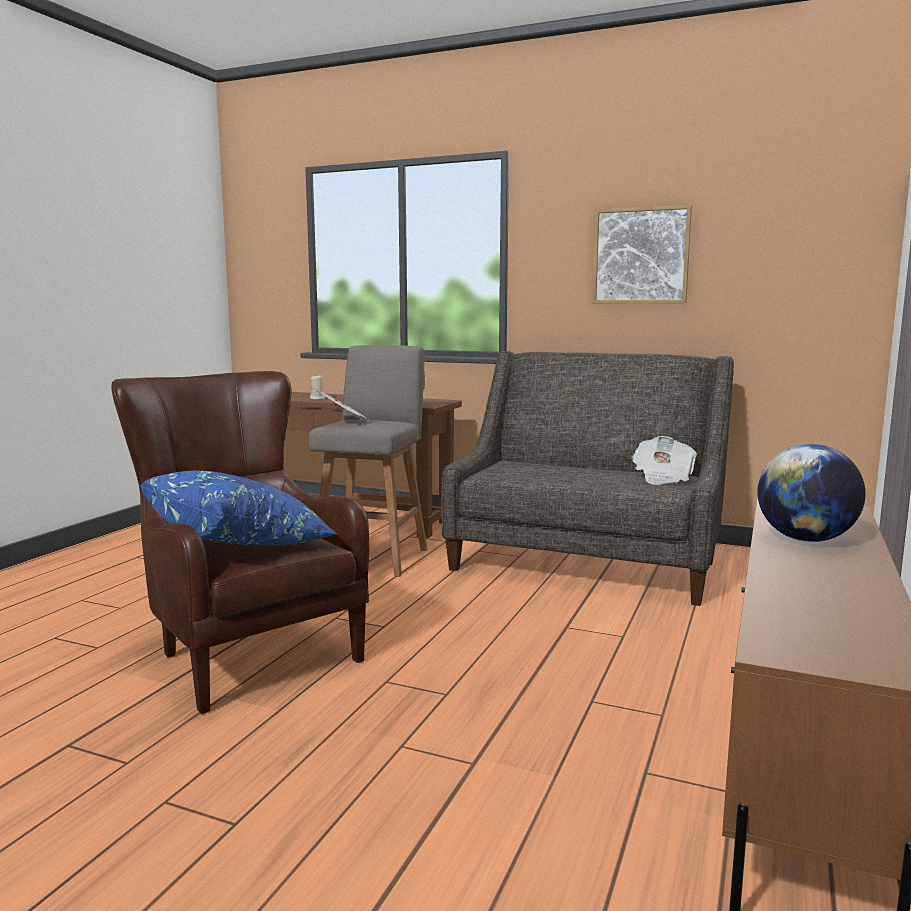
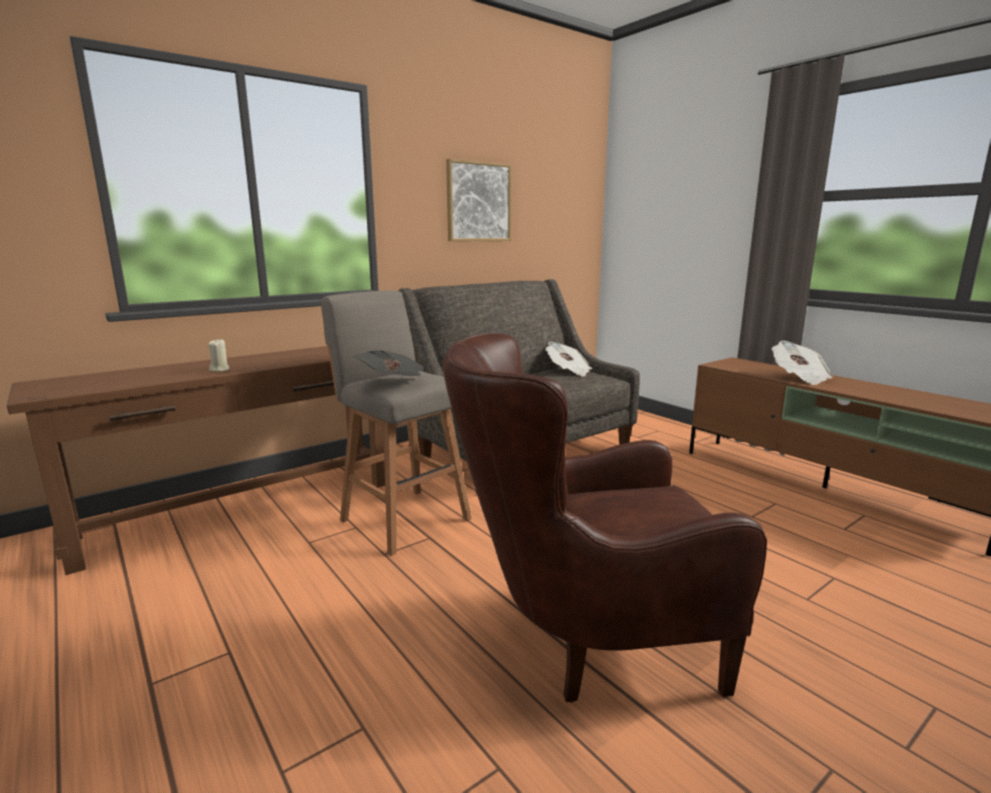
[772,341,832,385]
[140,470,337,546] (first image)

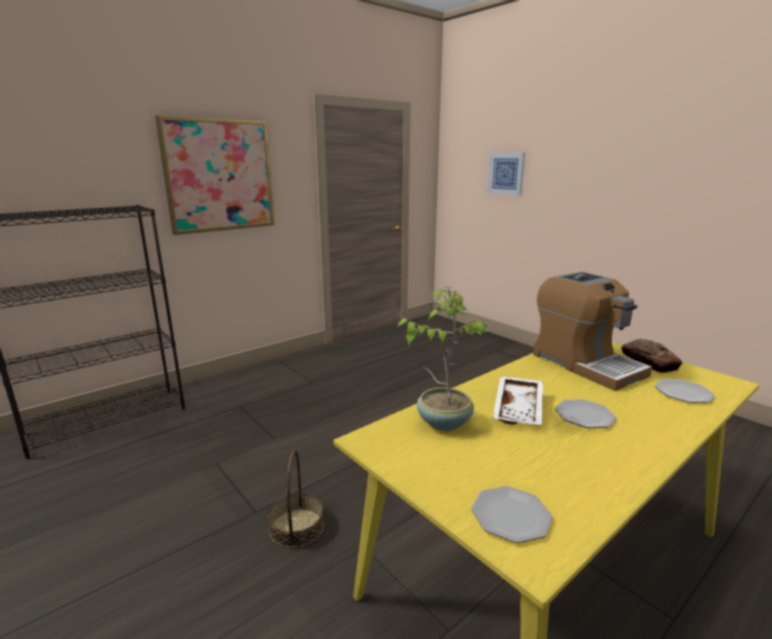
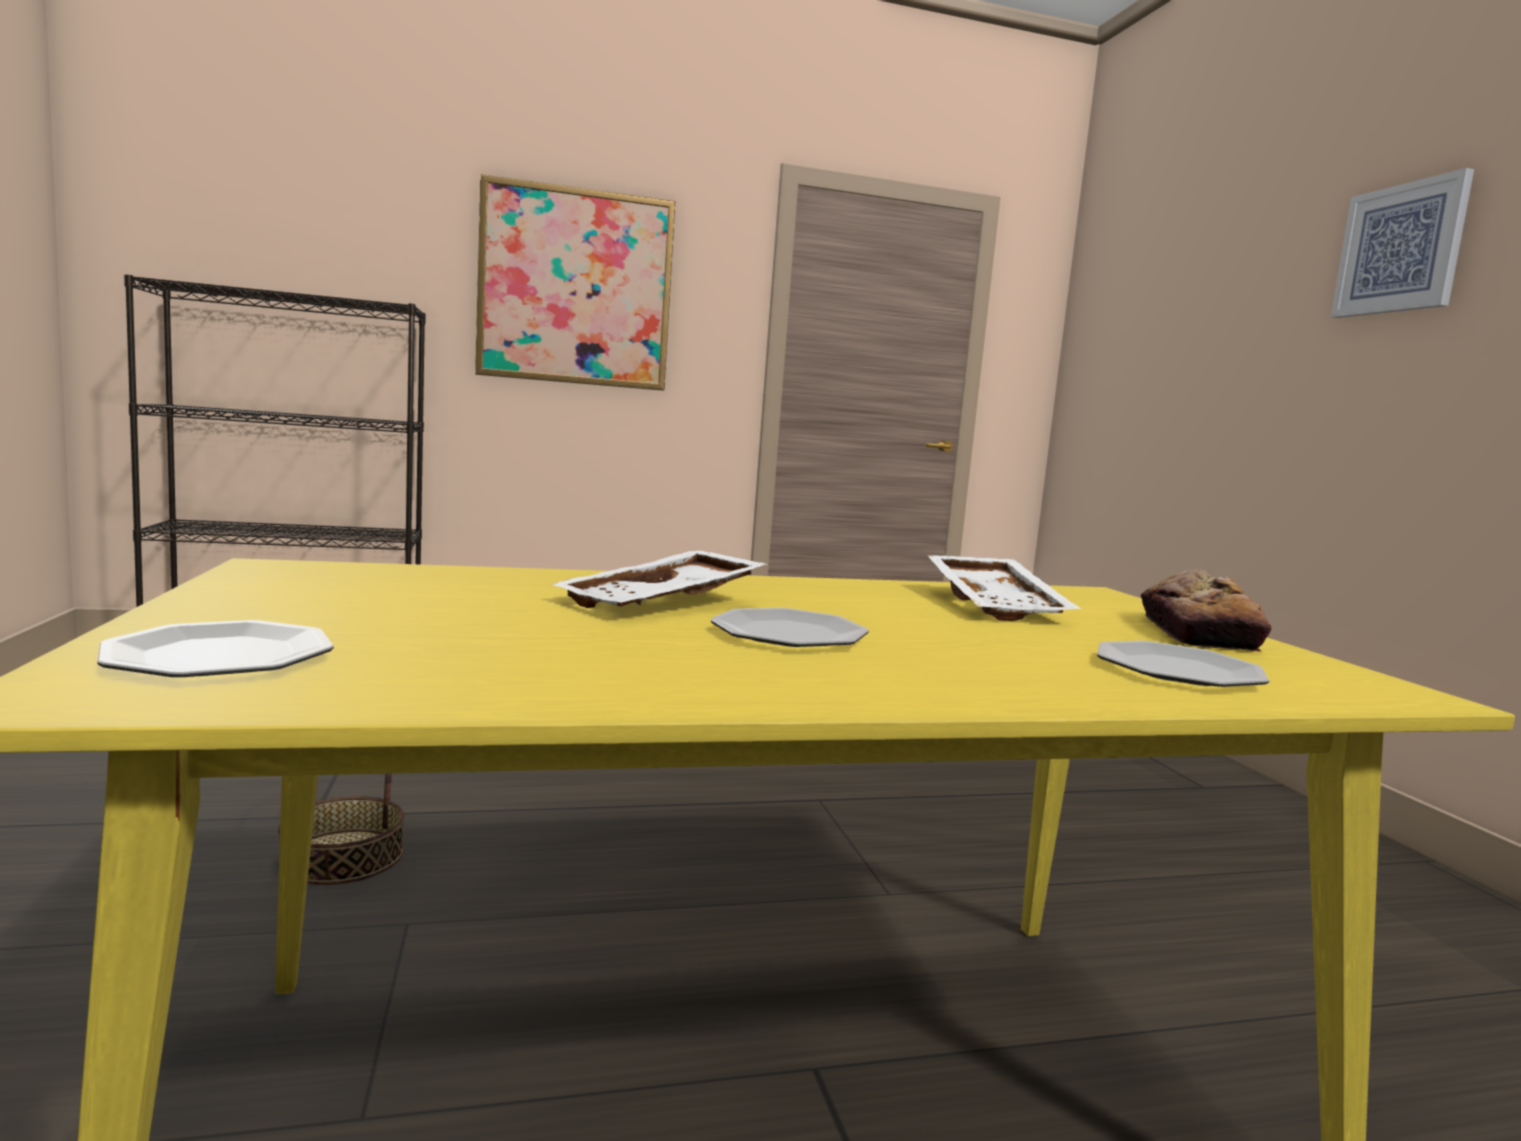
[1331,168,1474,318]
[927,555,1081,621]
[397,287,488,431] (first image)

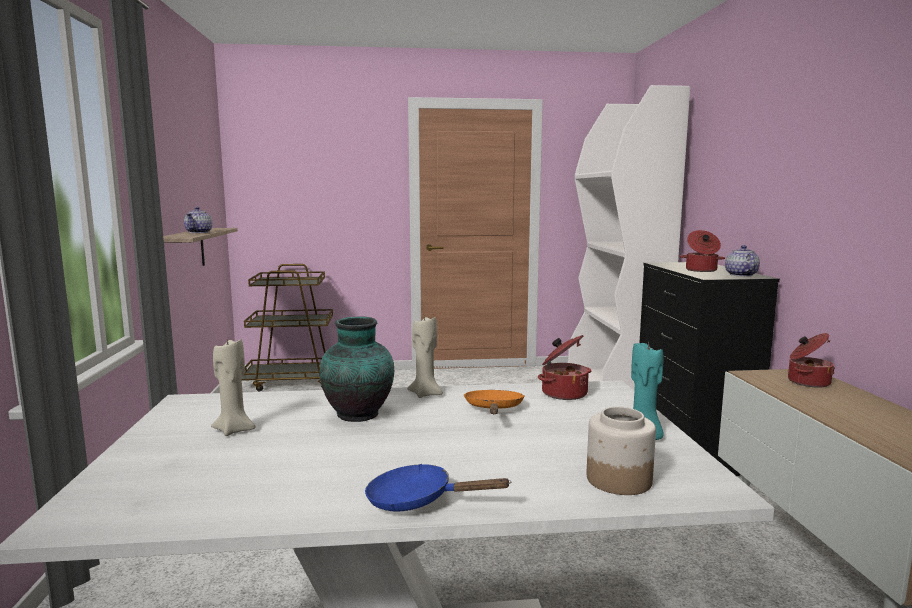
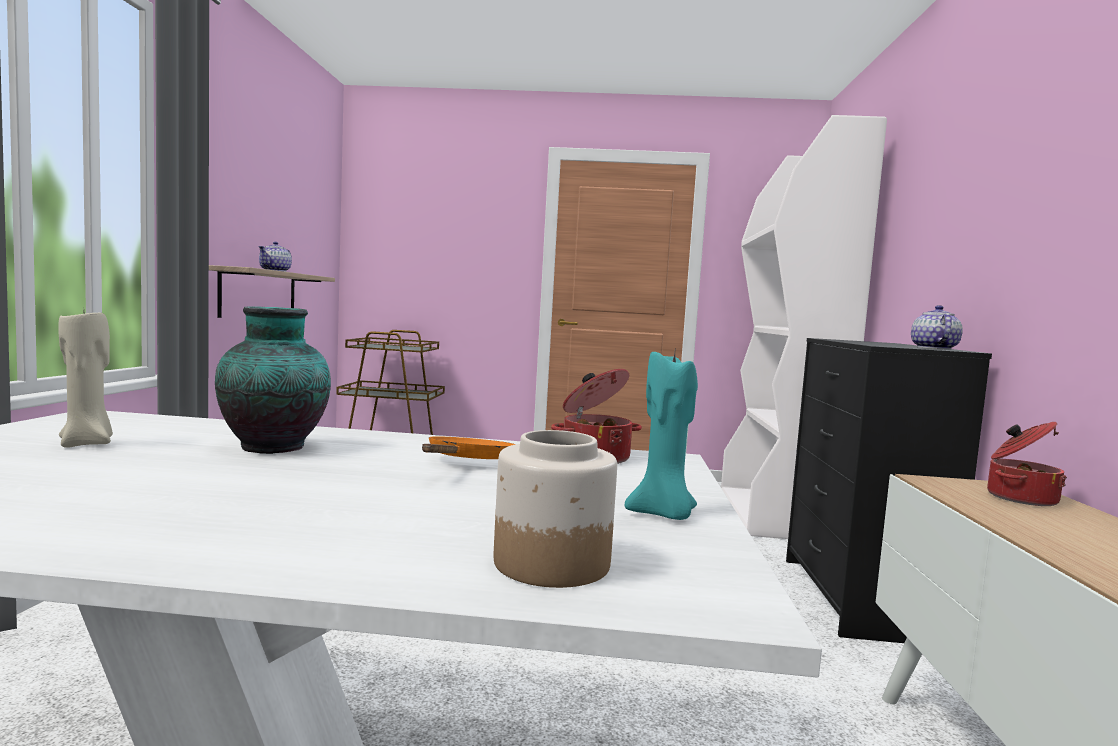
[680,230,725,272] (first image)
[407,316,443,398] (first image)
[365,464,511,512] (first image)

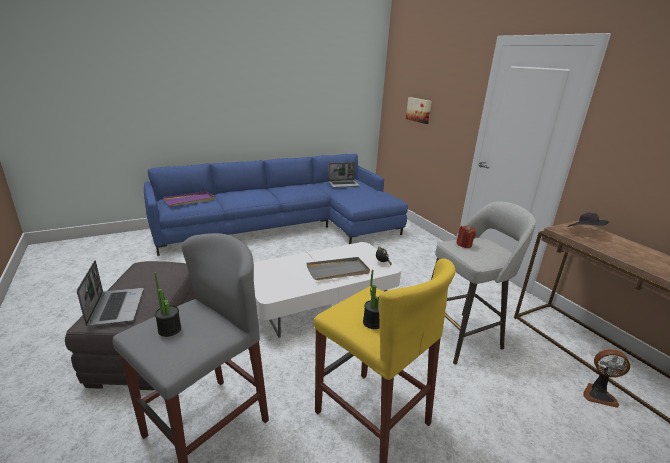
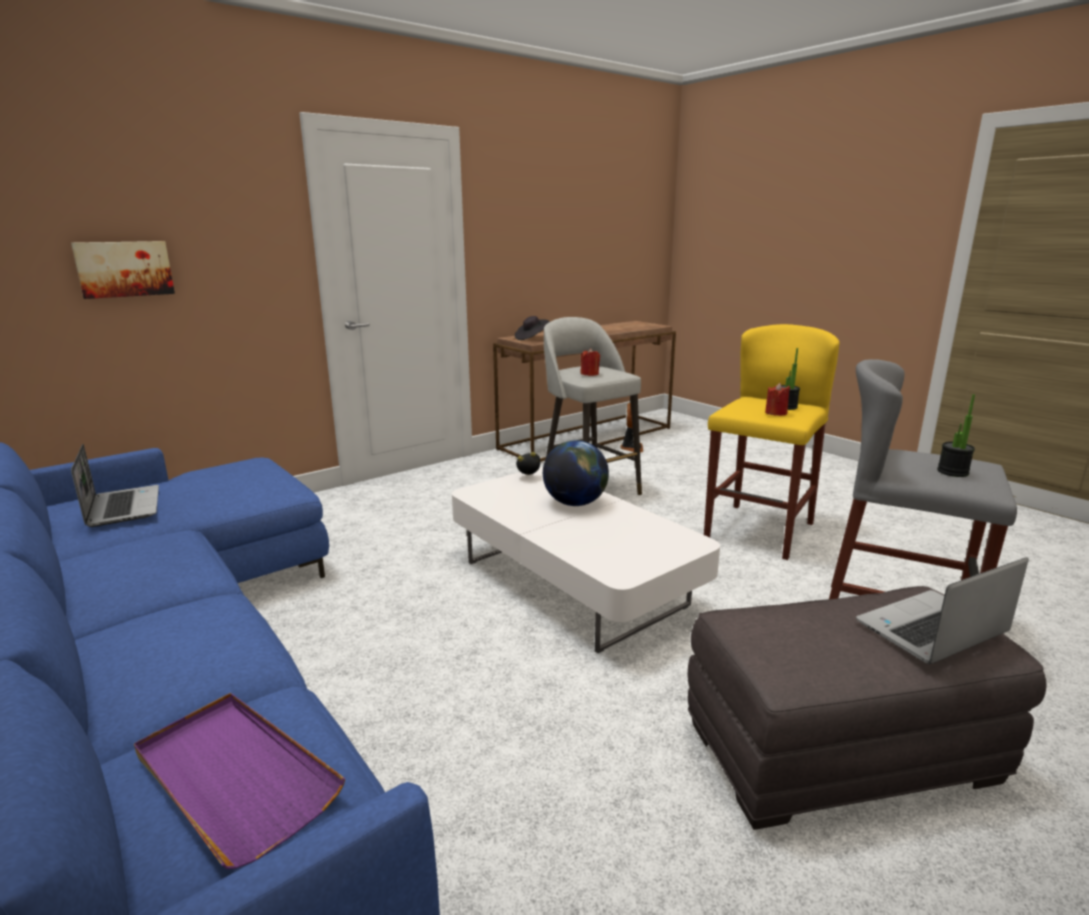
[543,440,609,506]
[765,383,790,416]

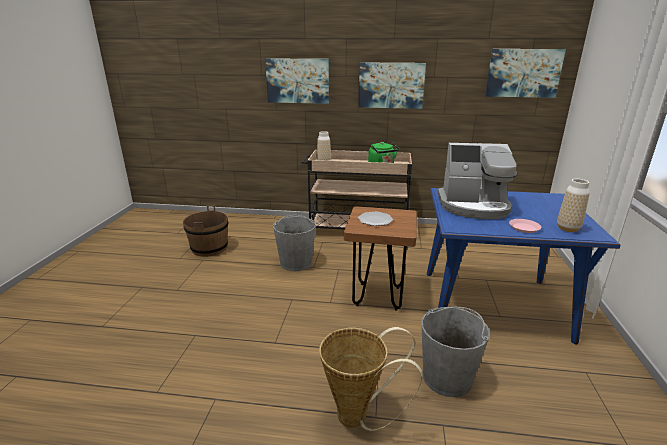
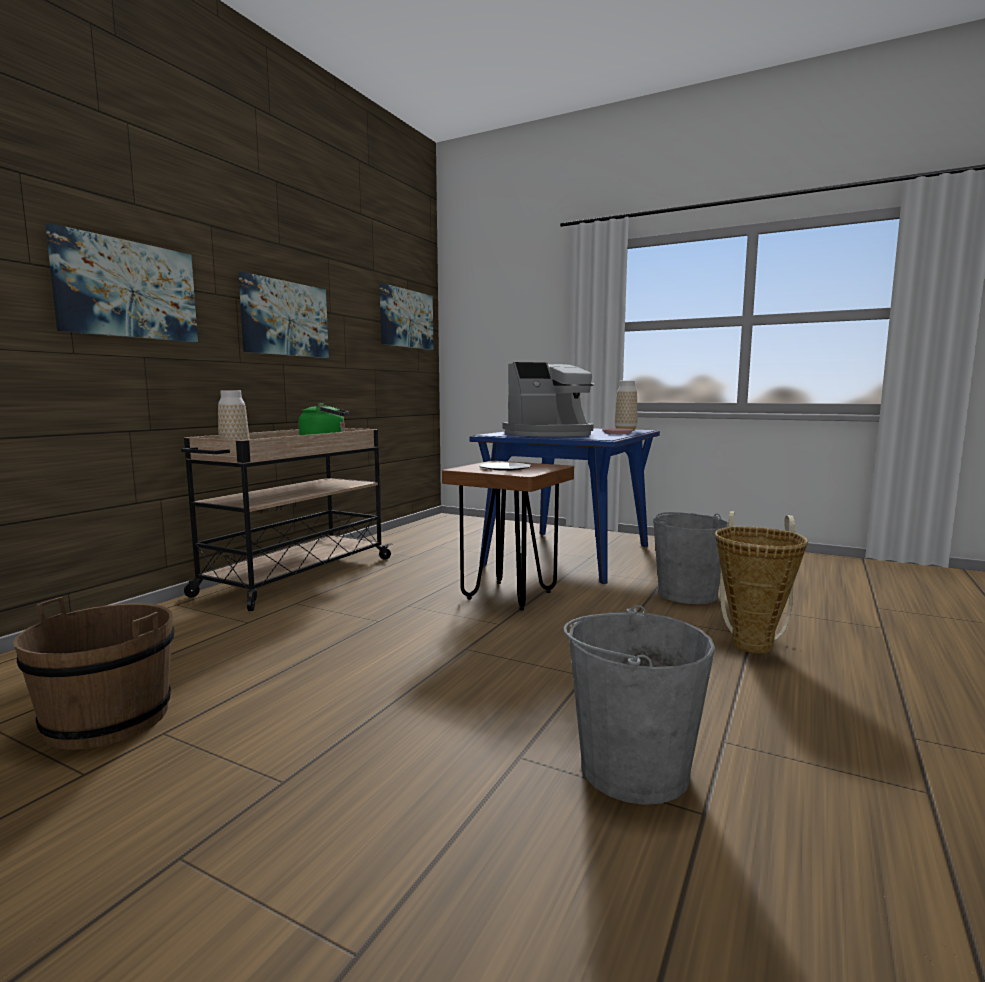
[503,362,594,437]
[563,605,715,805]

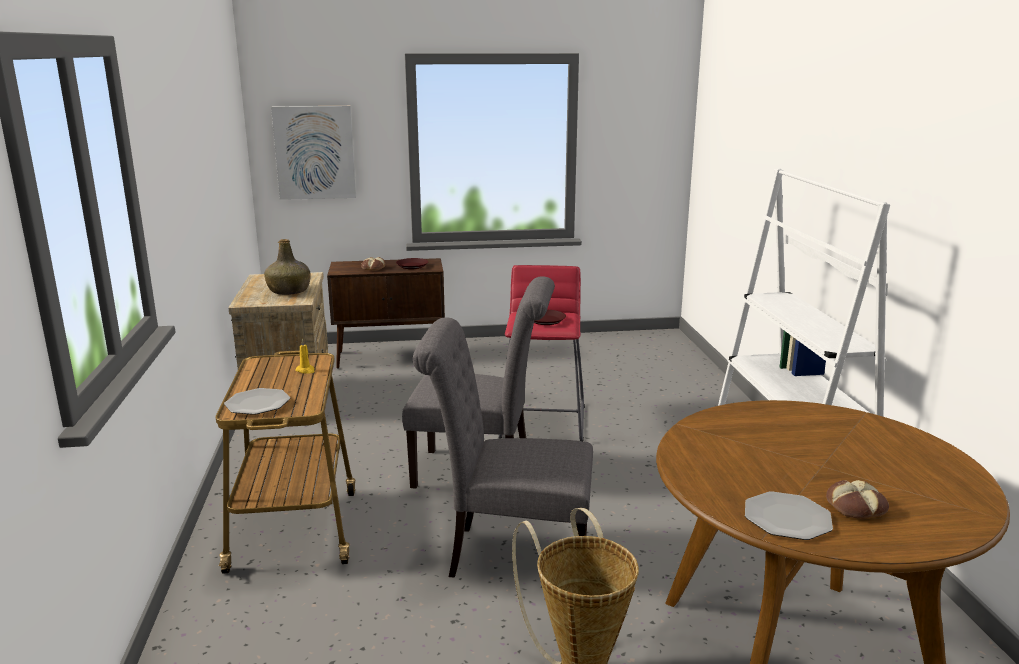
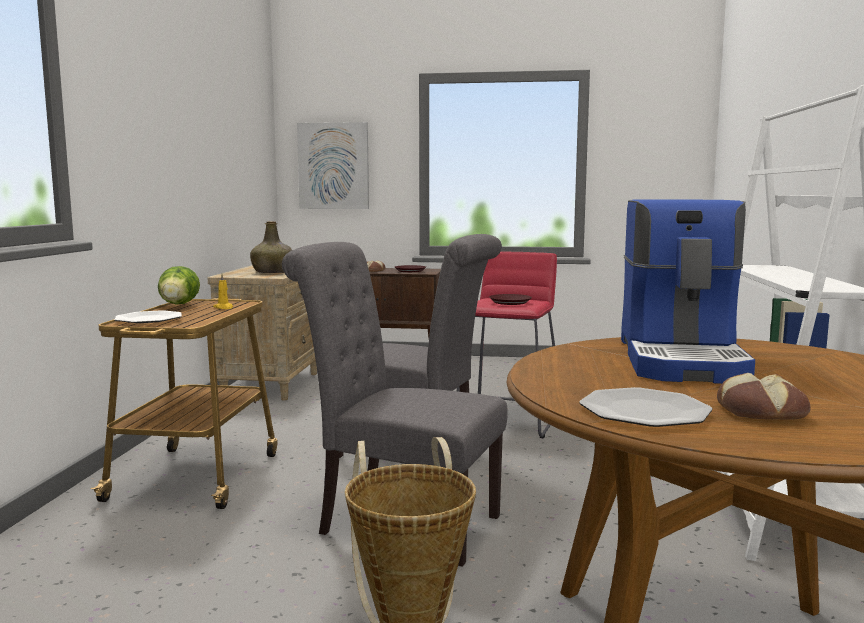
[621,200,755,384]
[158,266,200,304]

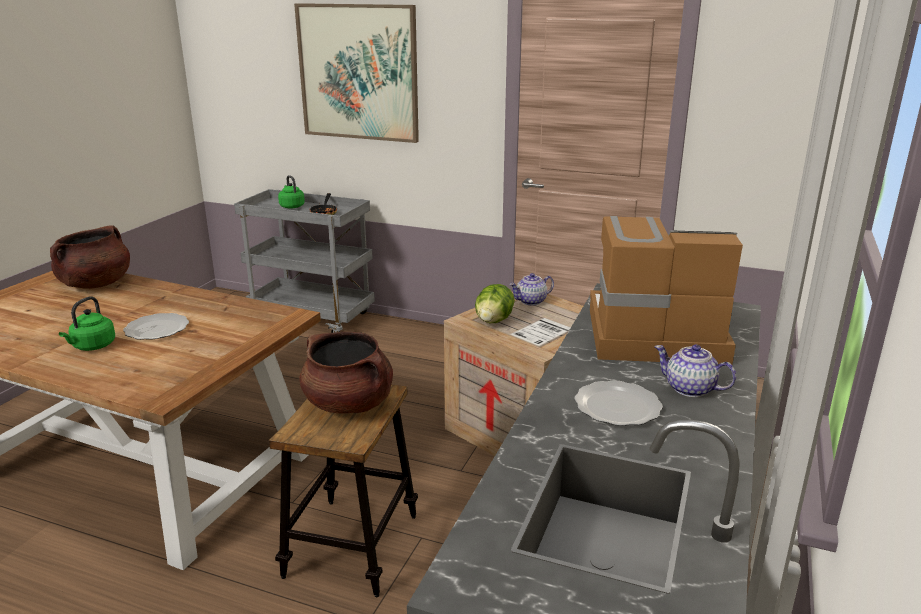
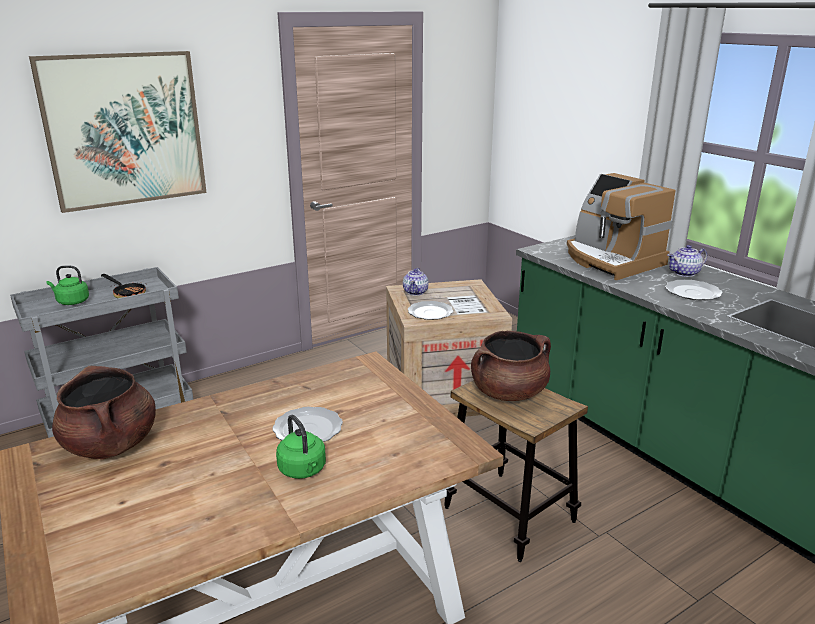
[567,173,676,280]
[408,301,453,320]

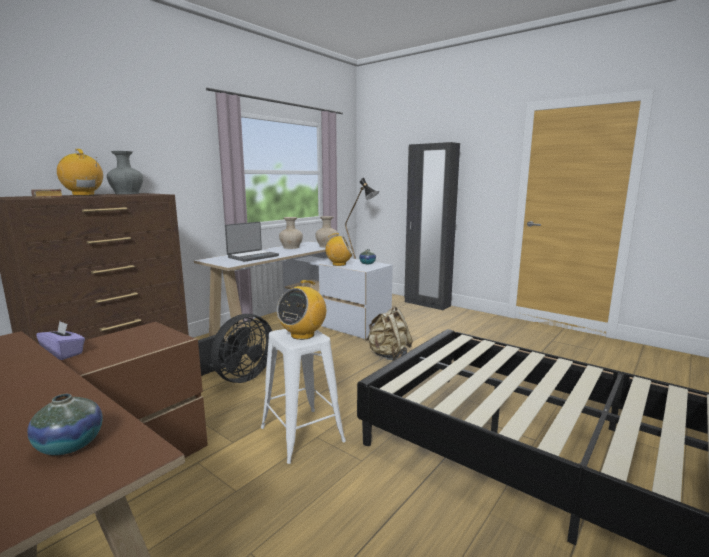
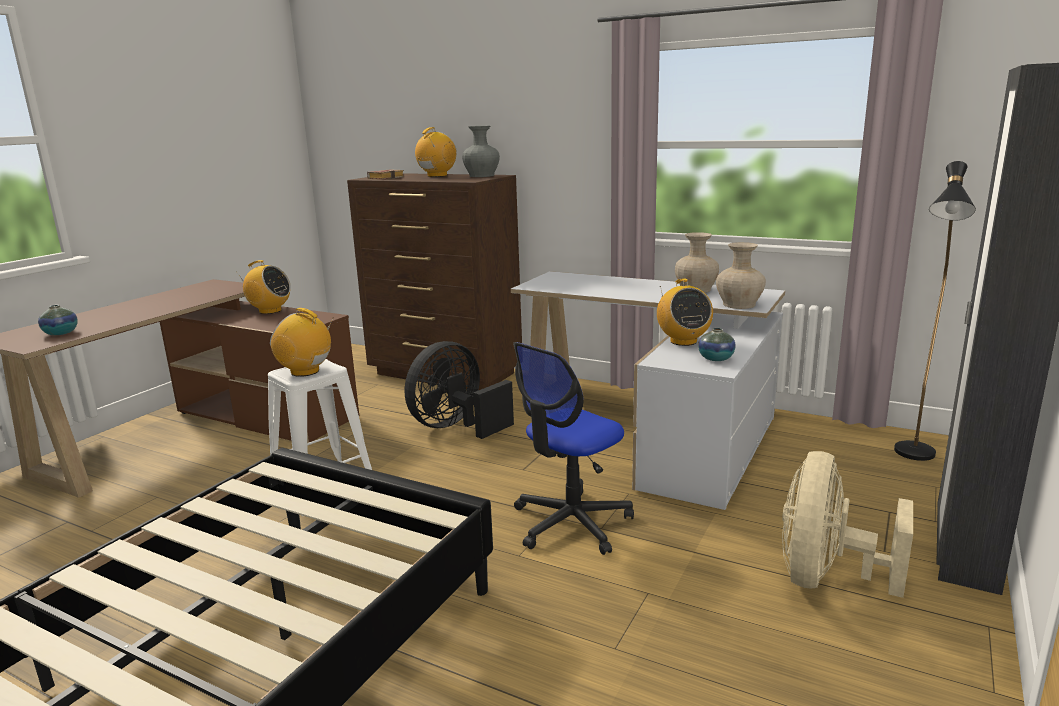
[225,222,279,262] (first image)
[513,342,634,555]
[405,341,514,439]
[238,260,291,314]
[782,451,913,598]

